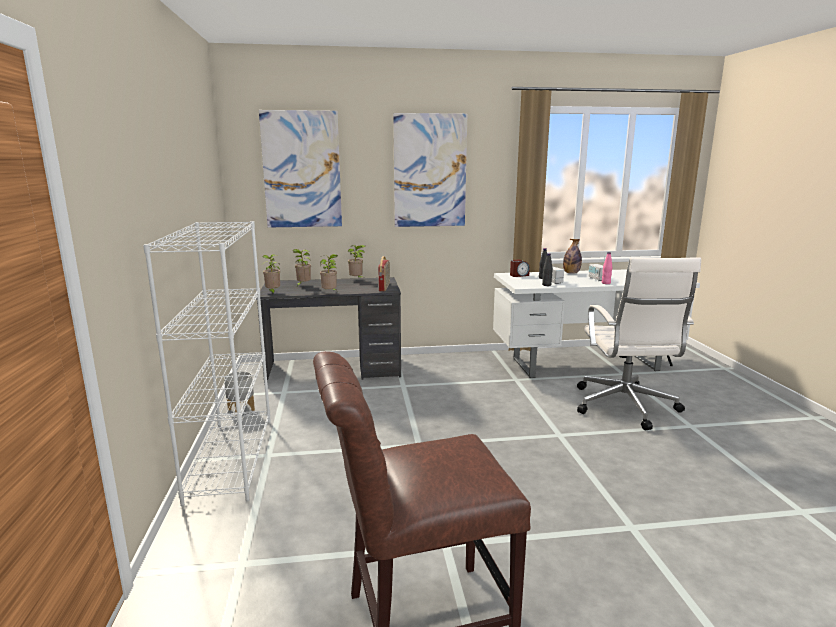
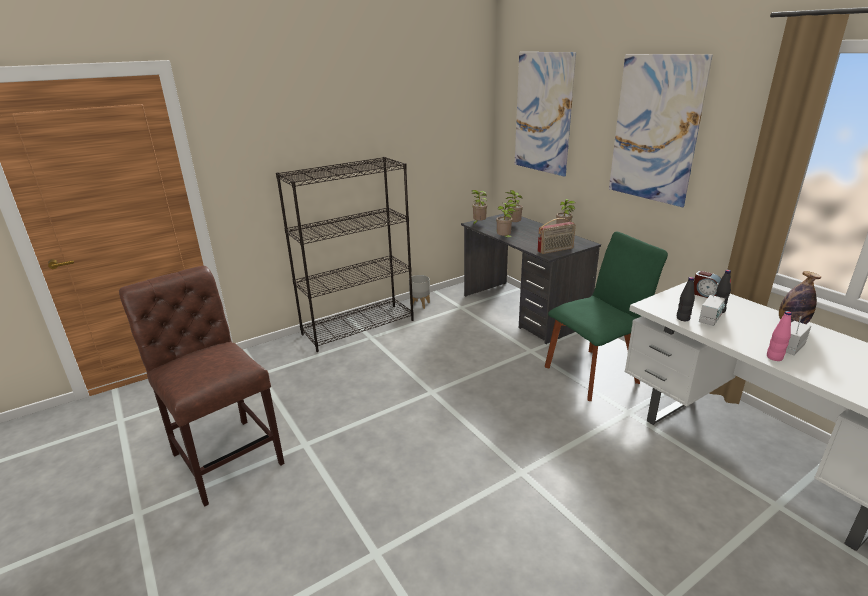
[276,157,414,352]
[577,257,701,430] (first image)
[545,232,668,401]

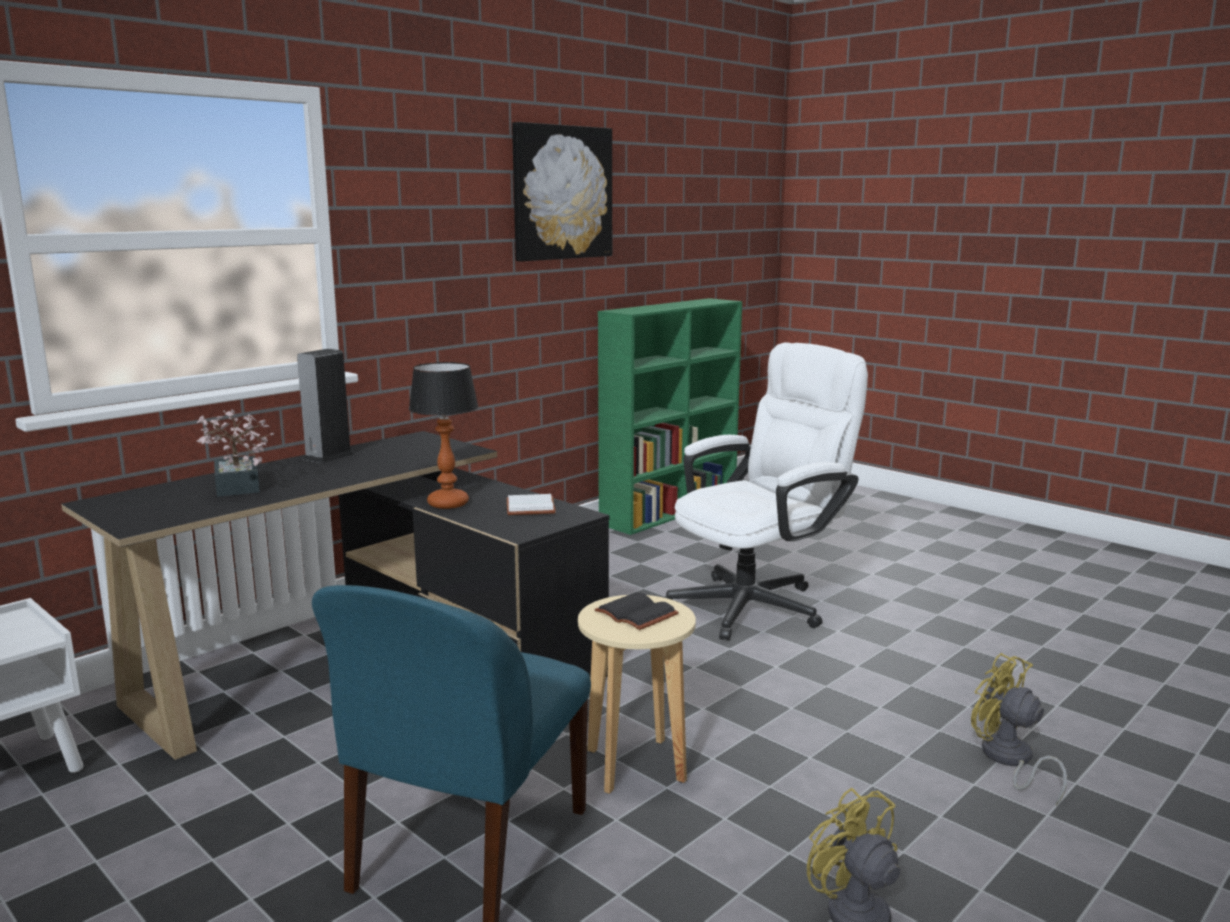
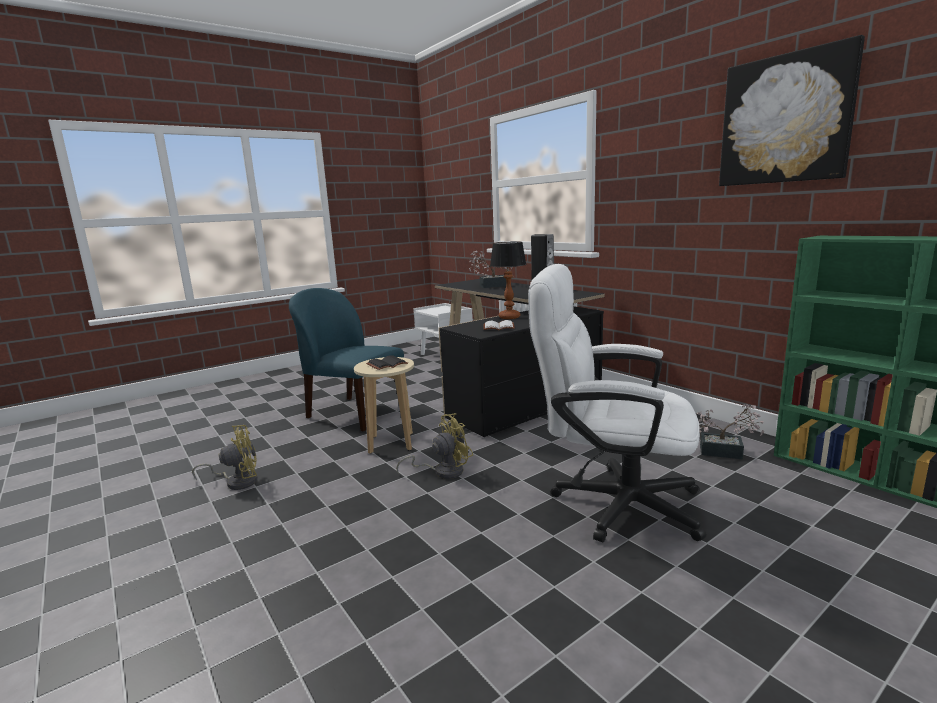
[528,264,707,542]
[396,413,473,479]
[697,404,764,459]

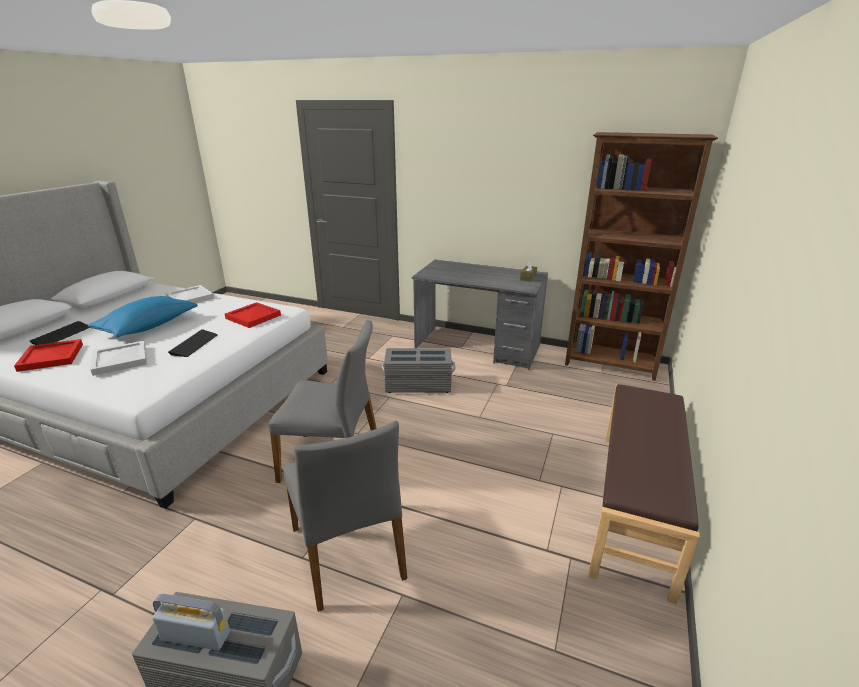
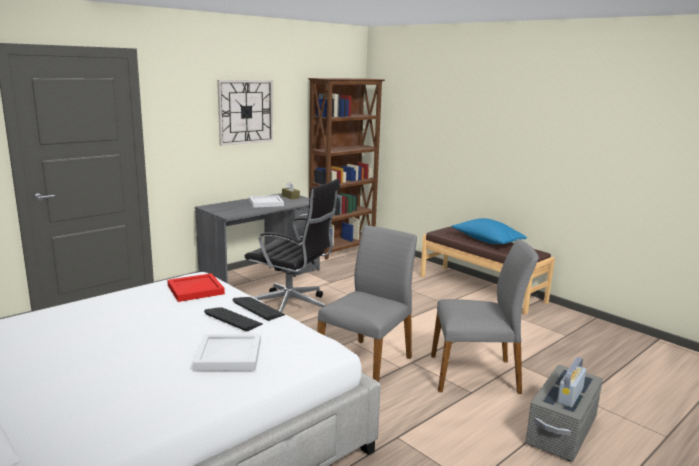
[249,195,284,208]
[452,218,527,244]
[232,297,285,321]
[14,339,83,372] (first image)
[245,179,340,313]
[217,80,273,146]

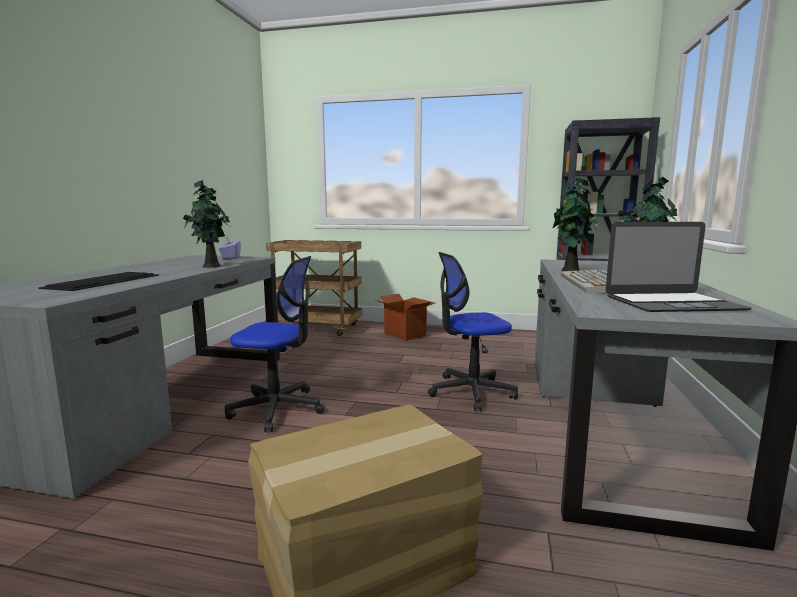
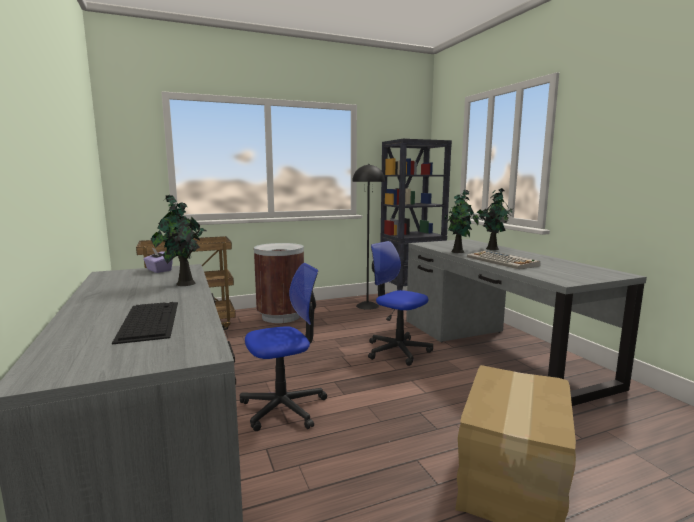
[606,222,752,312] (first image)
[368,241,433,366]
[254,243,304,323]
[352,164,385,310]

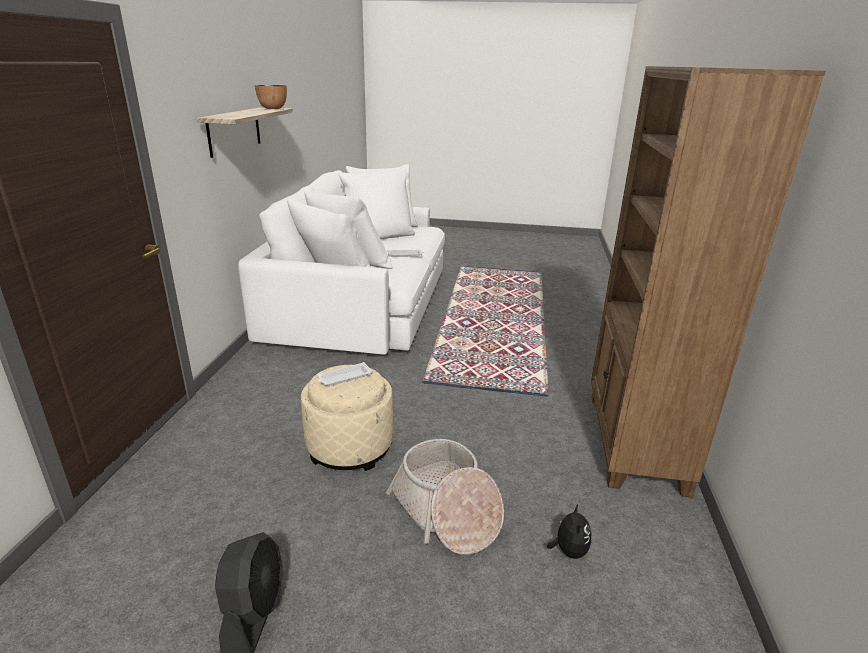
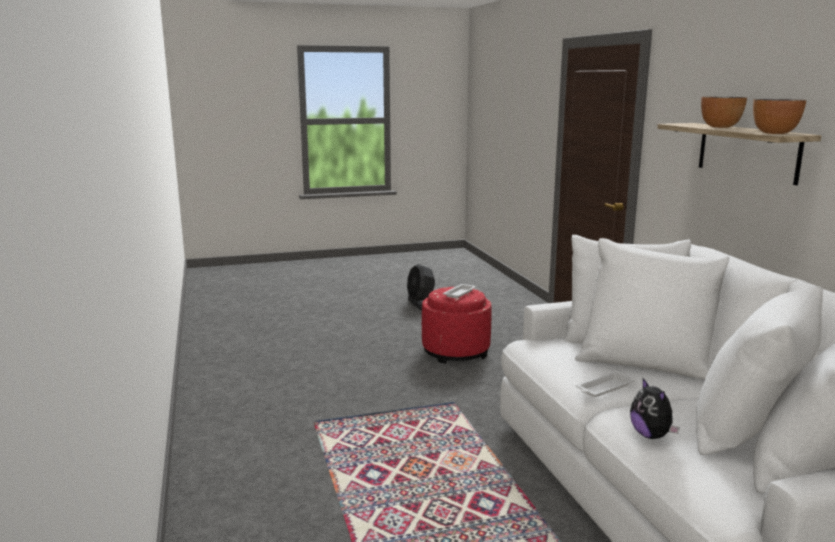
[591,66,826,498] (first image)
[422,287,491,364]
[386,439,504,555] (first image)
[630,378,680,439]
[701,97,747,128]

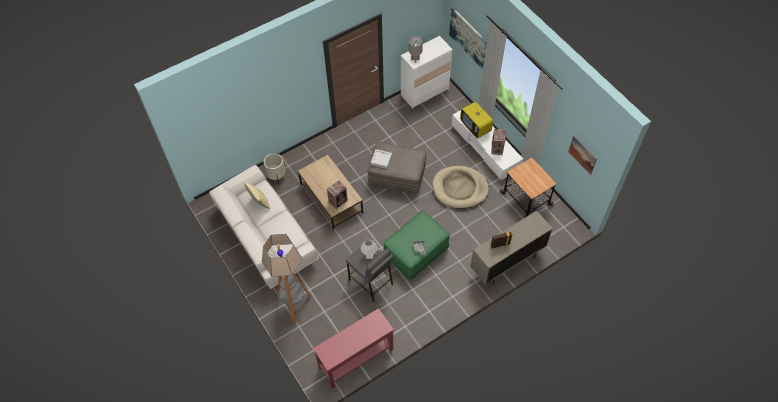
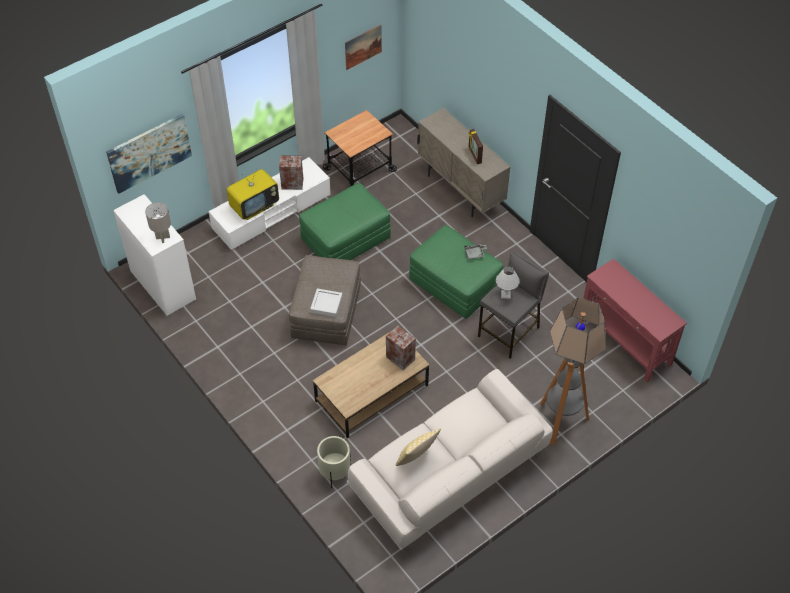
[299,183,391,260]

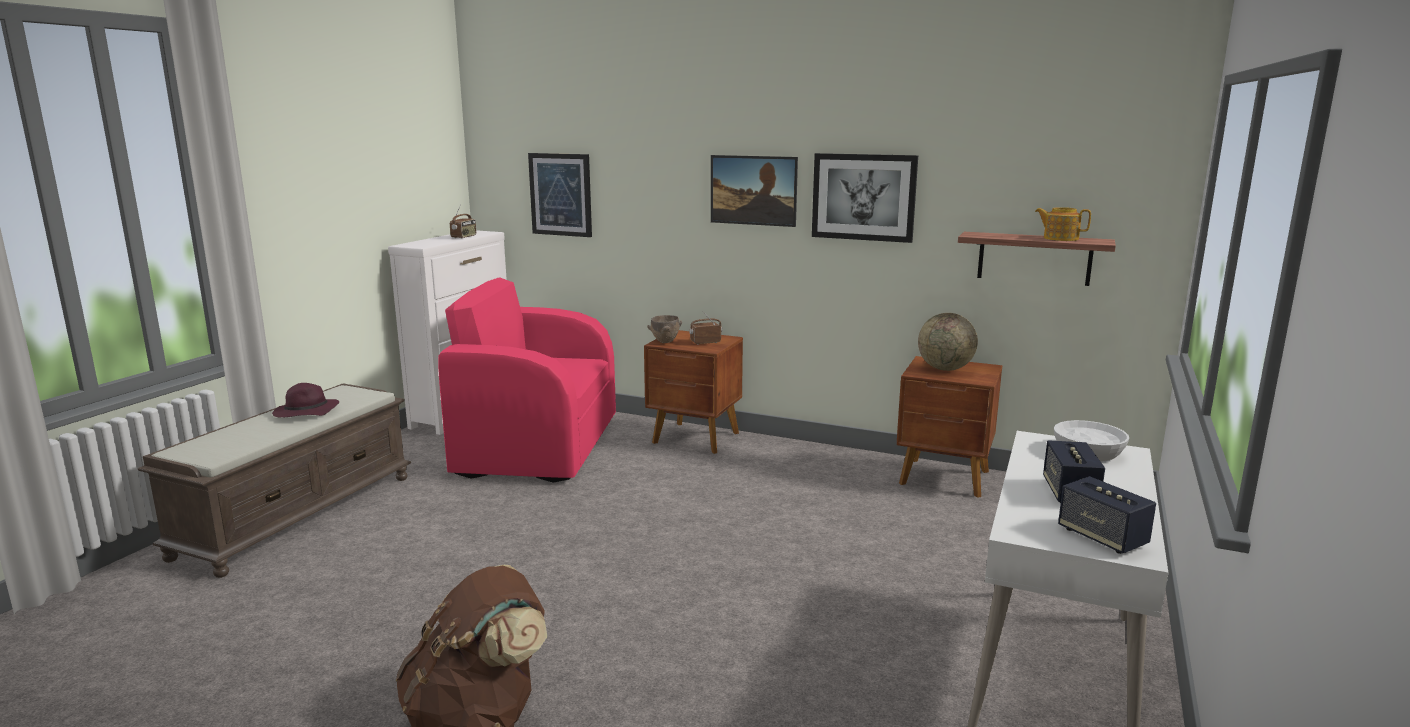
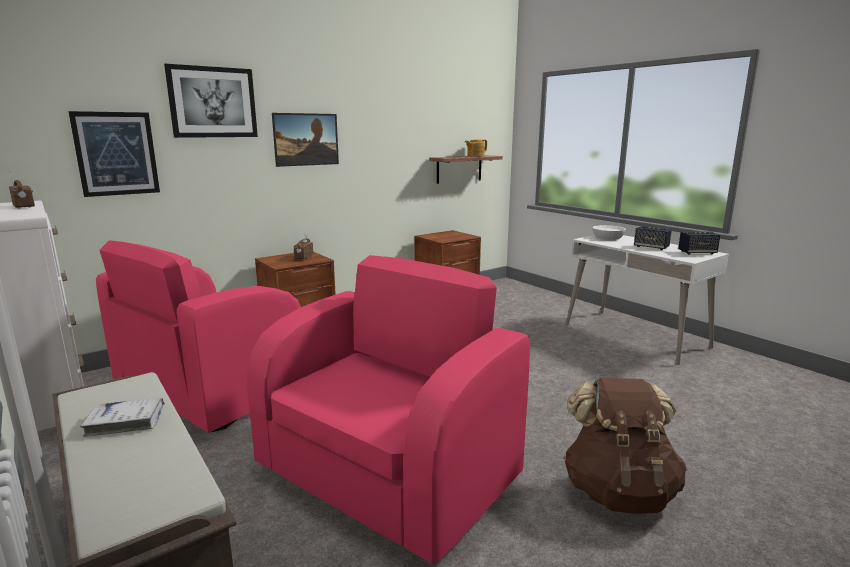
[164,64,258,138]
[918,313,978,371] (first image)
[647,315,682,343] (first image)
[80,398,164,437]
[247,255,530,564]

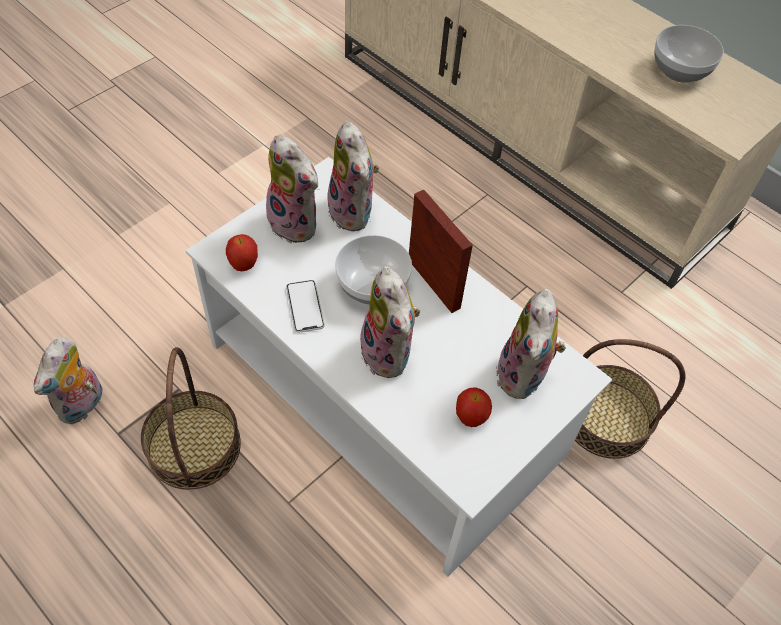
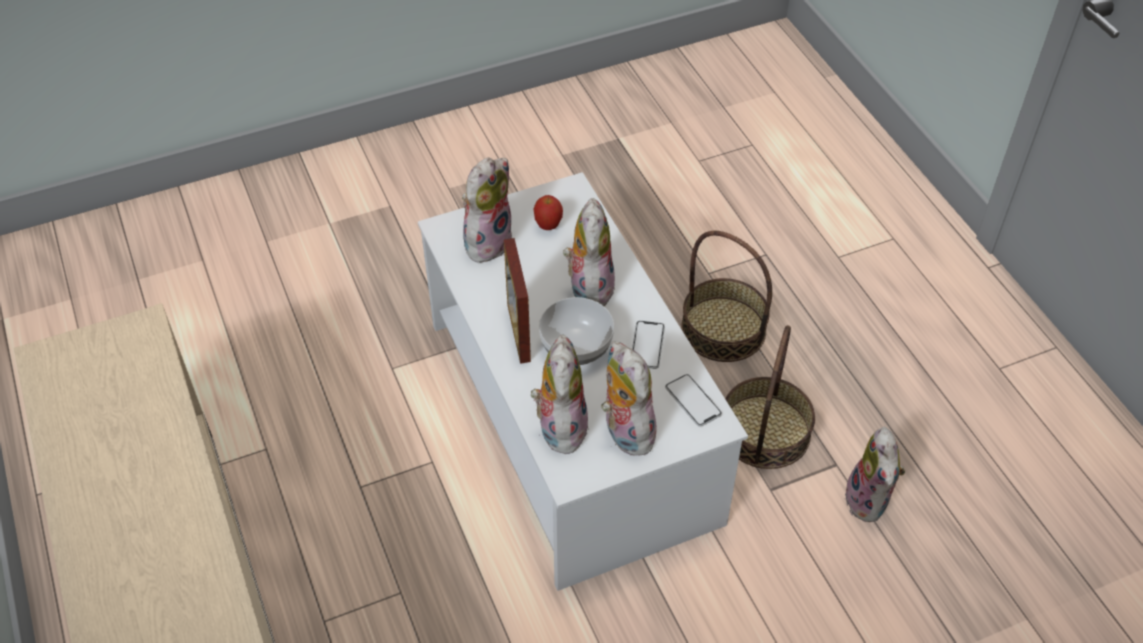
[654,25,724,83] (first image)
[665,374,722,427]
[844,427,905,522]
[681,231,772,362]

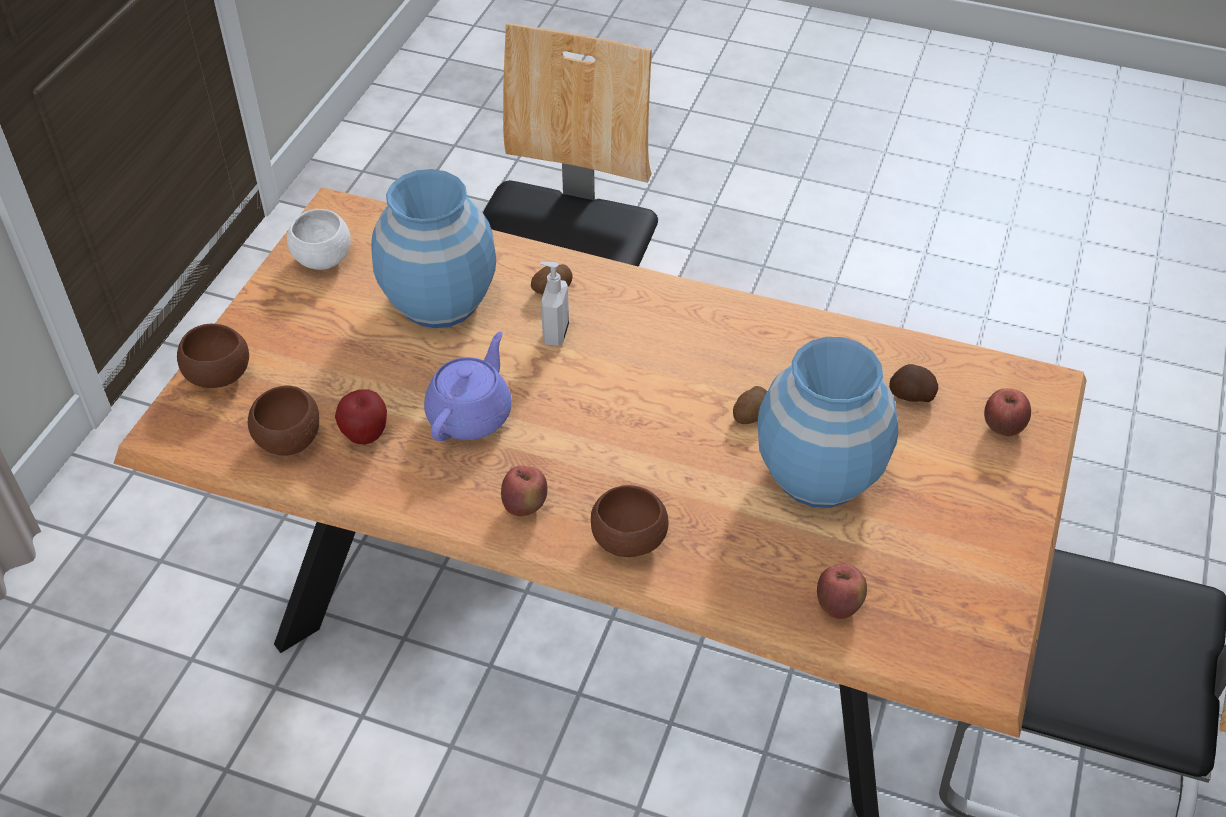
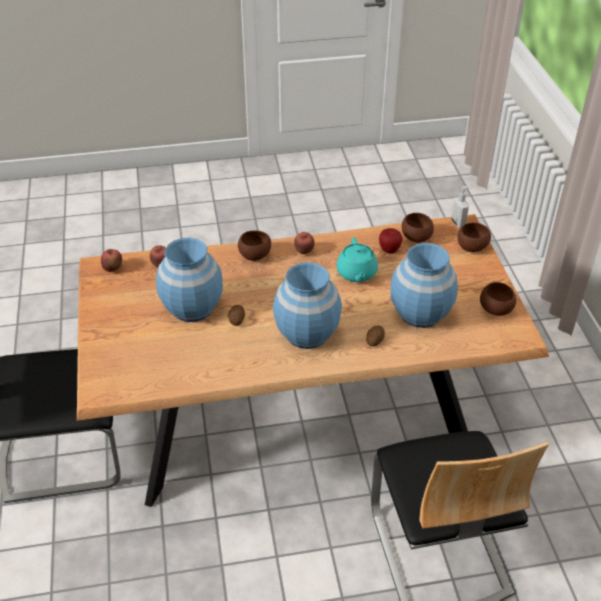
[480,282,516,316]
[451,186,470,228]
[336,238,378,282]
[889,364,938,402] (first image)
[101,249,122,272]
[273,262,342,349]

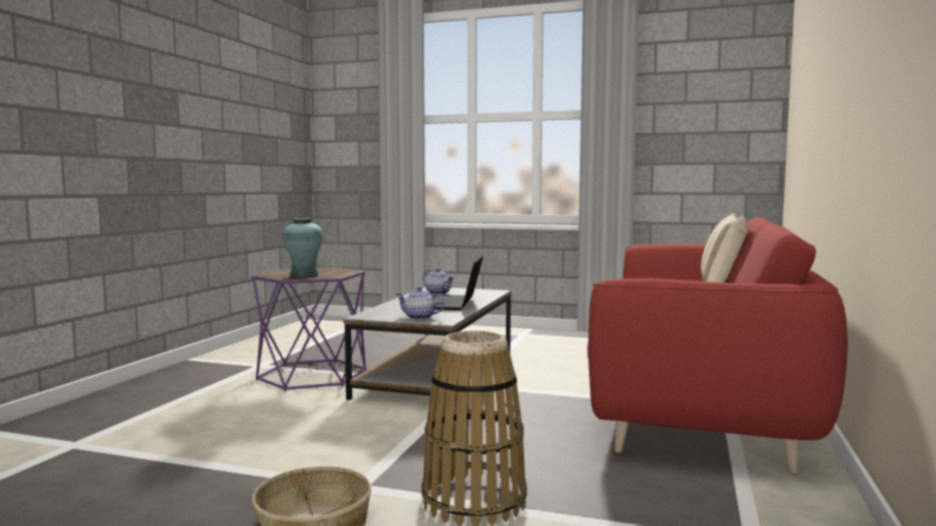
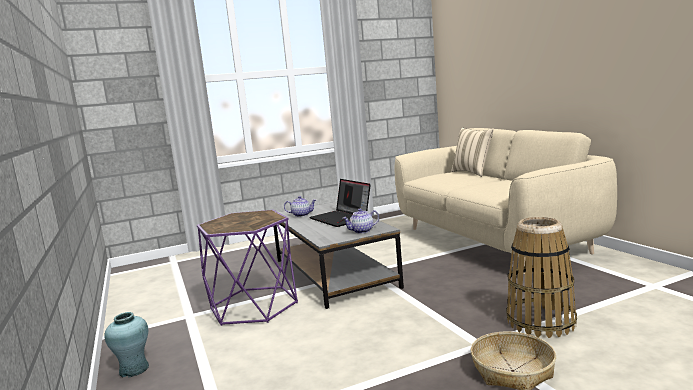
[395,128,617,274]
[104,312,149,378]

